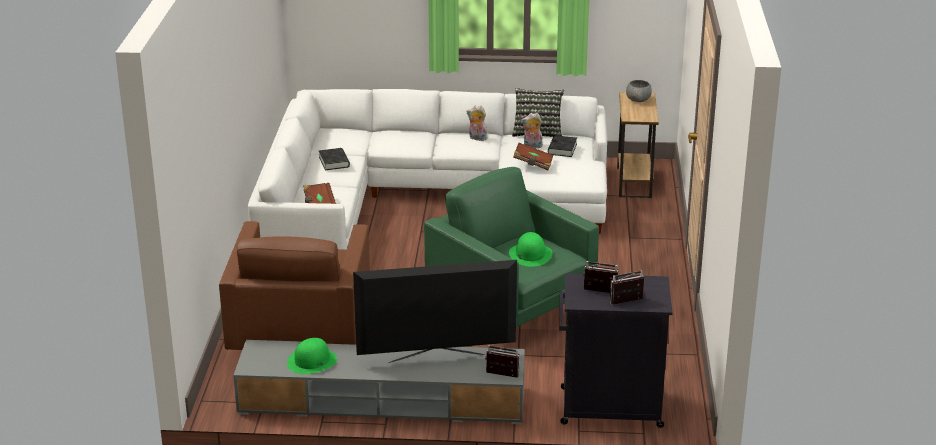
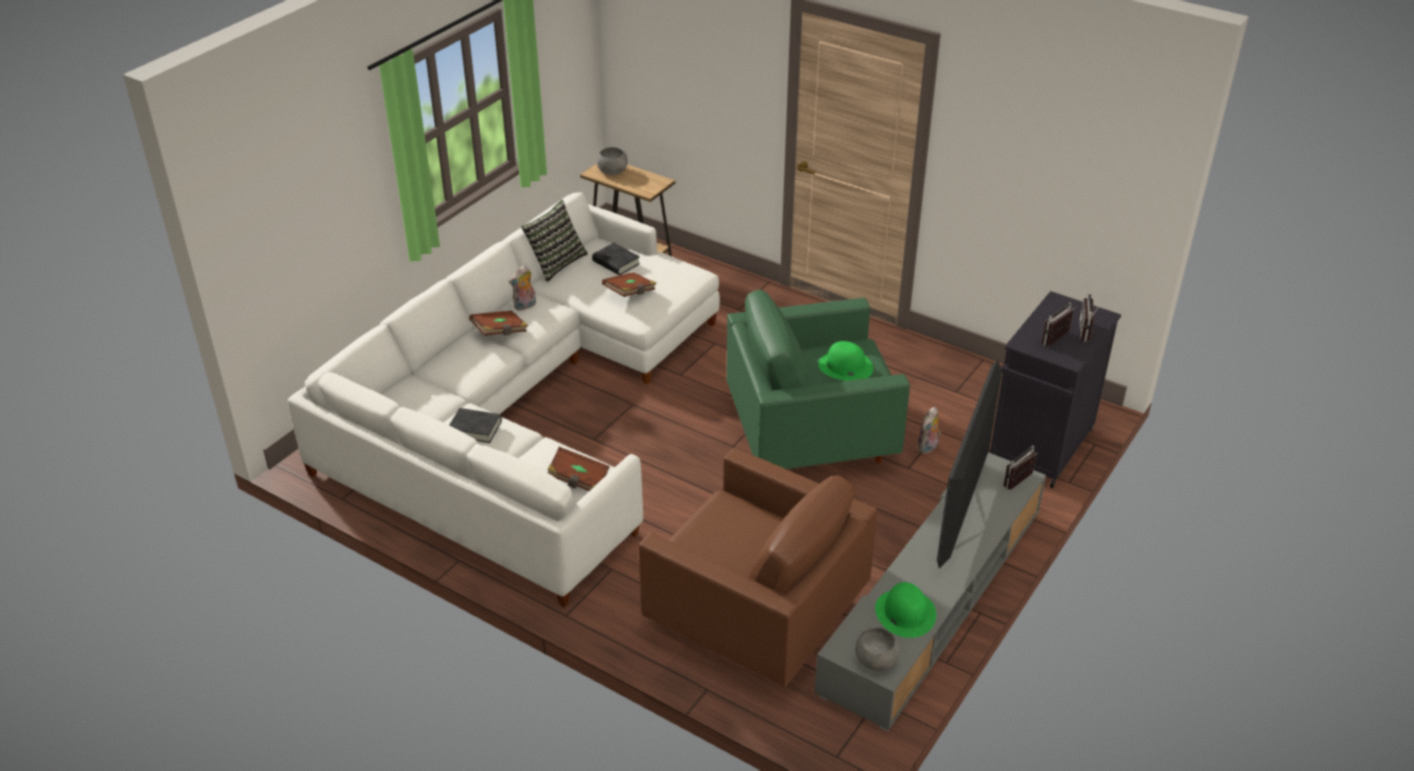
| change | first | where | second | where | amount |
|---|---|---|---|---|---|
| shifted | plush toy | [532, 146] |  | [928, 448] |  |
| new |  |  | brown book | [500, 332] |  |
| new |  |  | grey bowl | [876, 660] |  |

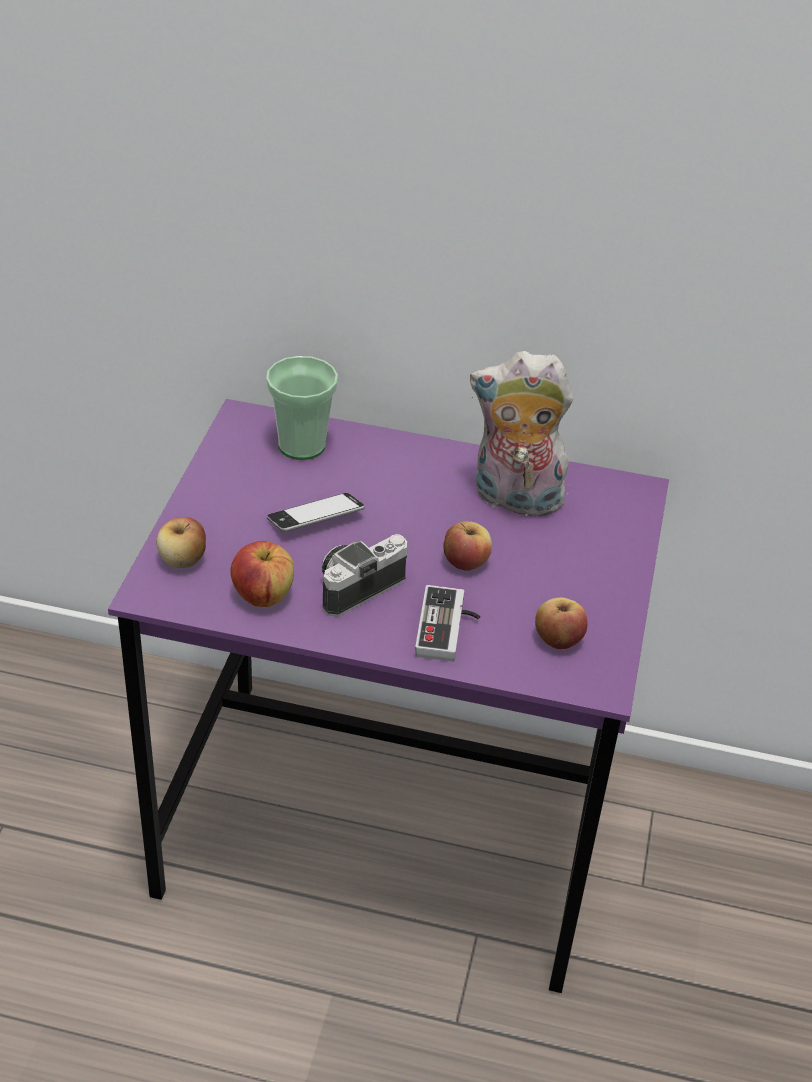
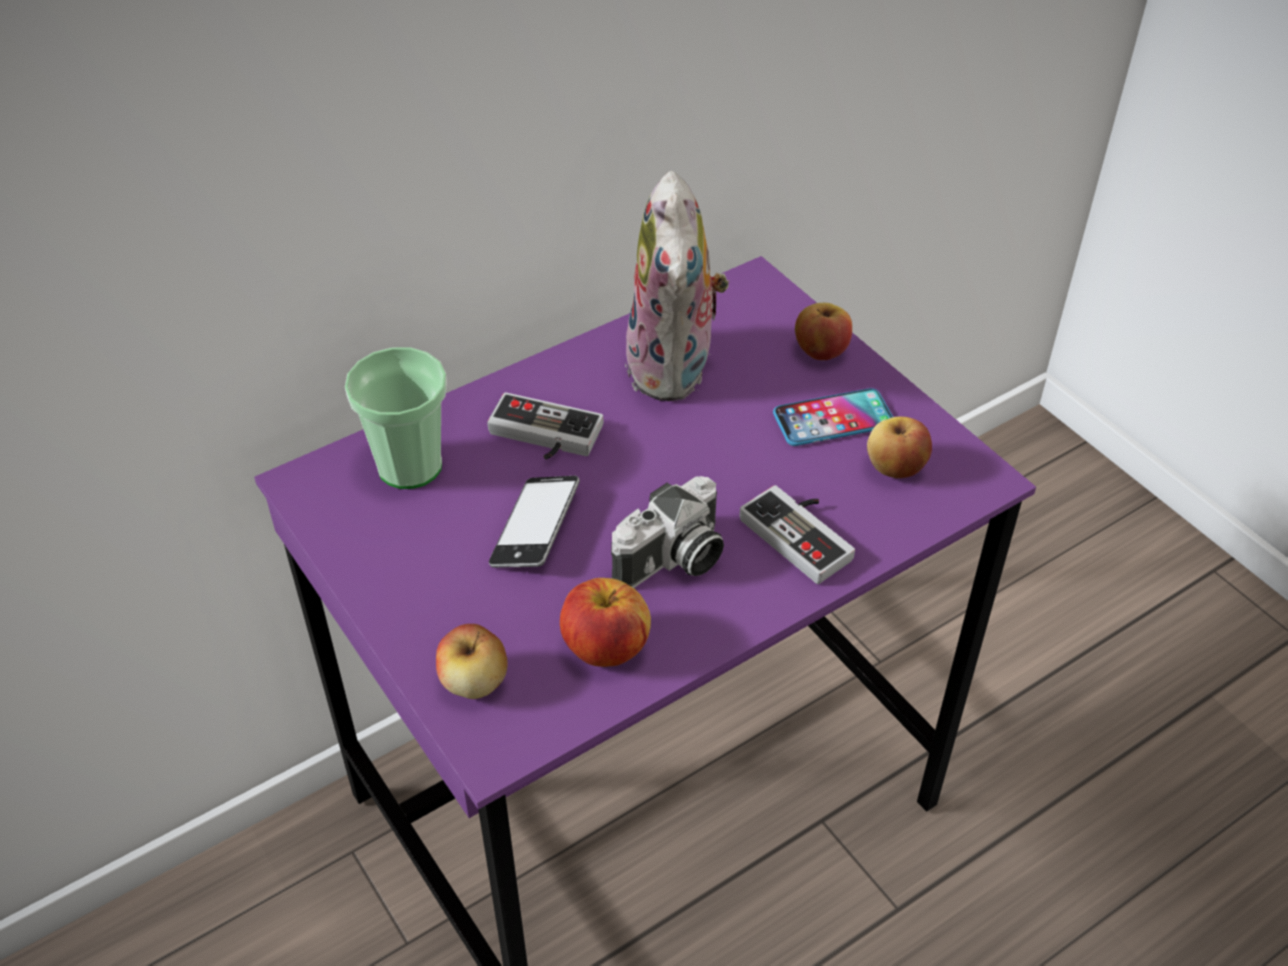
| change | first | where | second | where | amount |
|---|---|---|---|---|---|
| rotated | photo camera | [358, 586] |  | [673, 561] | 135 degrees counterclockwise |
| shifted | apple | [465, 562] |  | [821, 351] |  |
| rotated | plush toy | [514, 500] |  | [675, 369] | 60 degrees counterclockwise |
| new |  |  | game controller | [542, 437] |  |
| new |  |  | phone | [833, 419] |  |

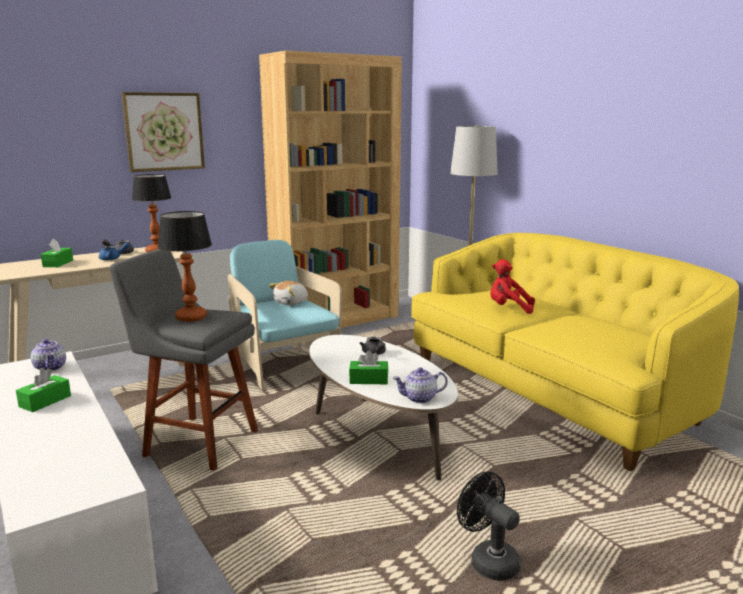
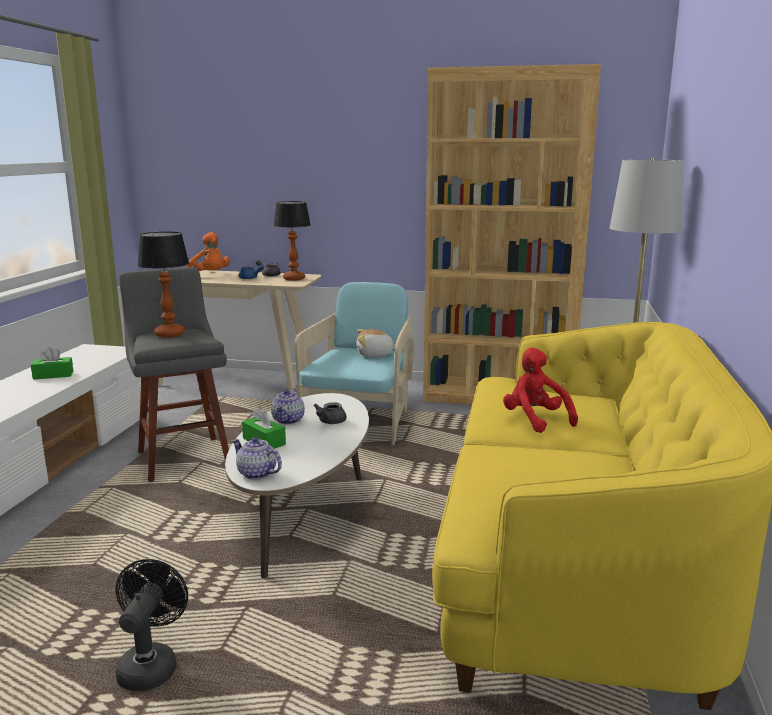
| change | first | where | second | where | amount |
|---|---|---|---|---|---|
| shifted | teapot | [51, 367] |  | [288, 420] |  |
| swapped | green tissue box | [58, 263] | orange plush toy | [210, 275] |  |
| gone | picture | [164, 131] |  |  |  |

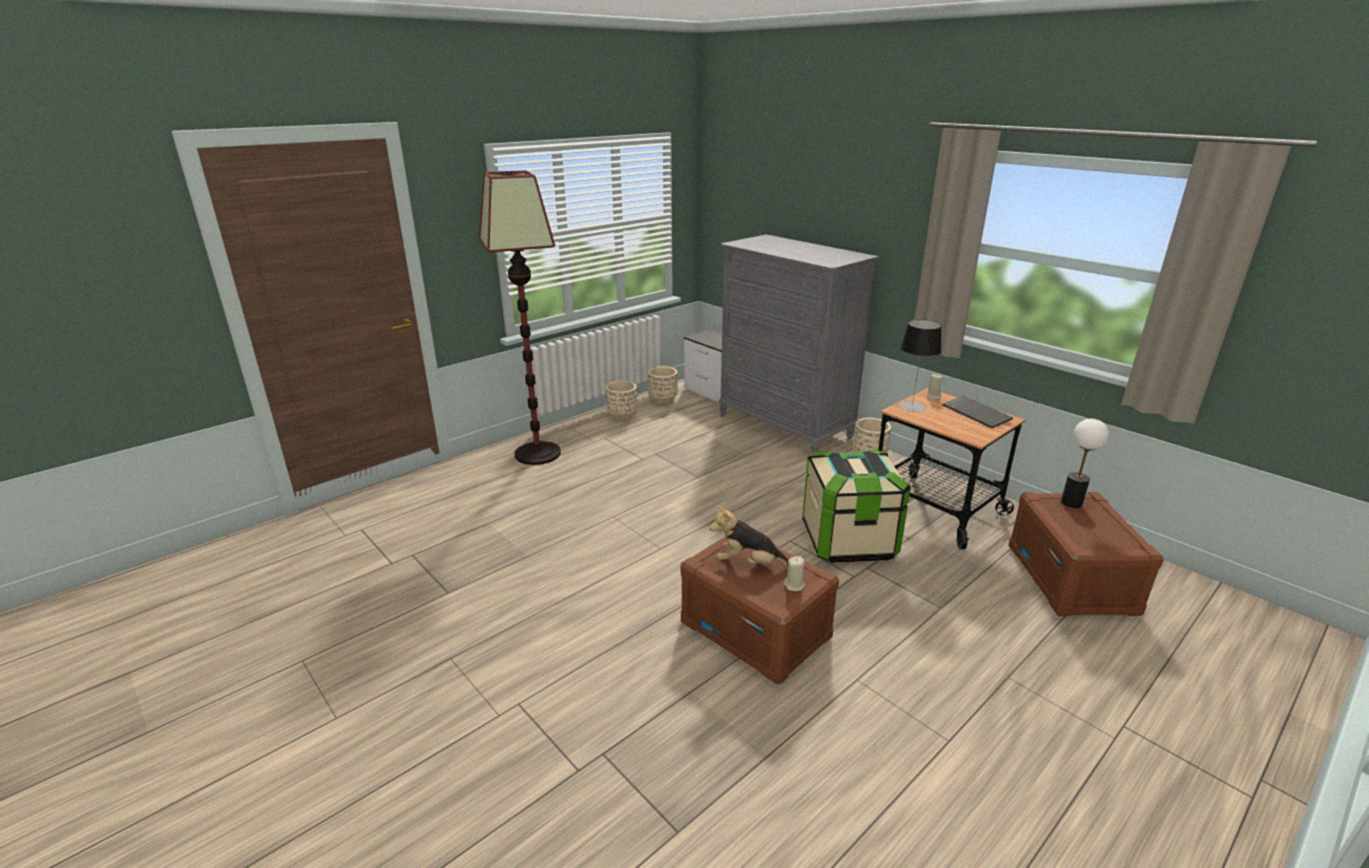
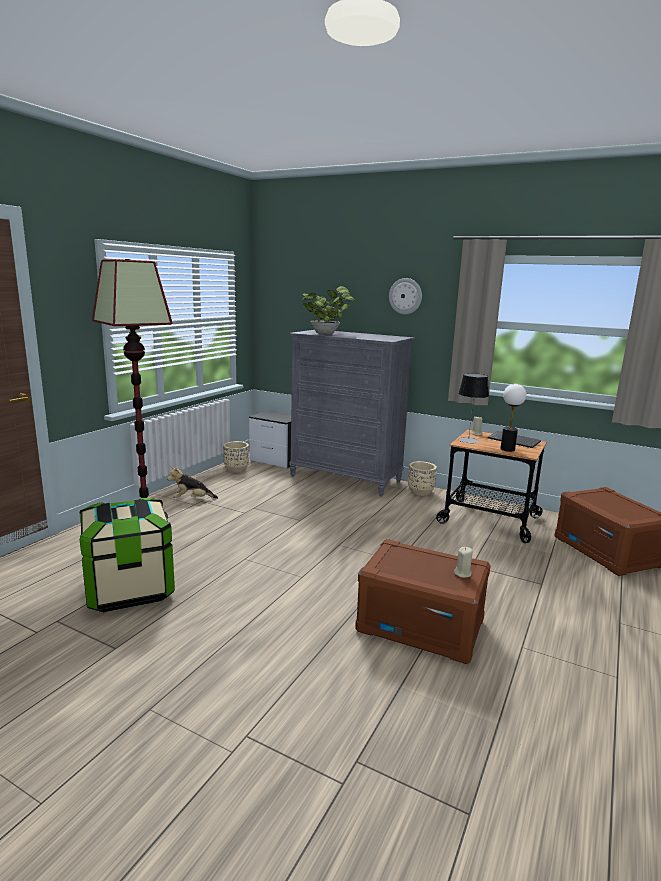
| change | first | where | second | where | amount |
|---|---|---|---|---|---|
| gone | beige planter | [622, 416] |  |  |  |
| shifted | plush toy | [749, 563] |  | [192, 499] |  |
| shifted | storage box | [848, 541] |  | [129, 589] |  |
| shifted | table lamp | [1071, 502] |  | [507, 449] |  |
| new |  |  | potted plant | [327, 333] |  |
| new |  |  | wall clock | [405, 296] |  |

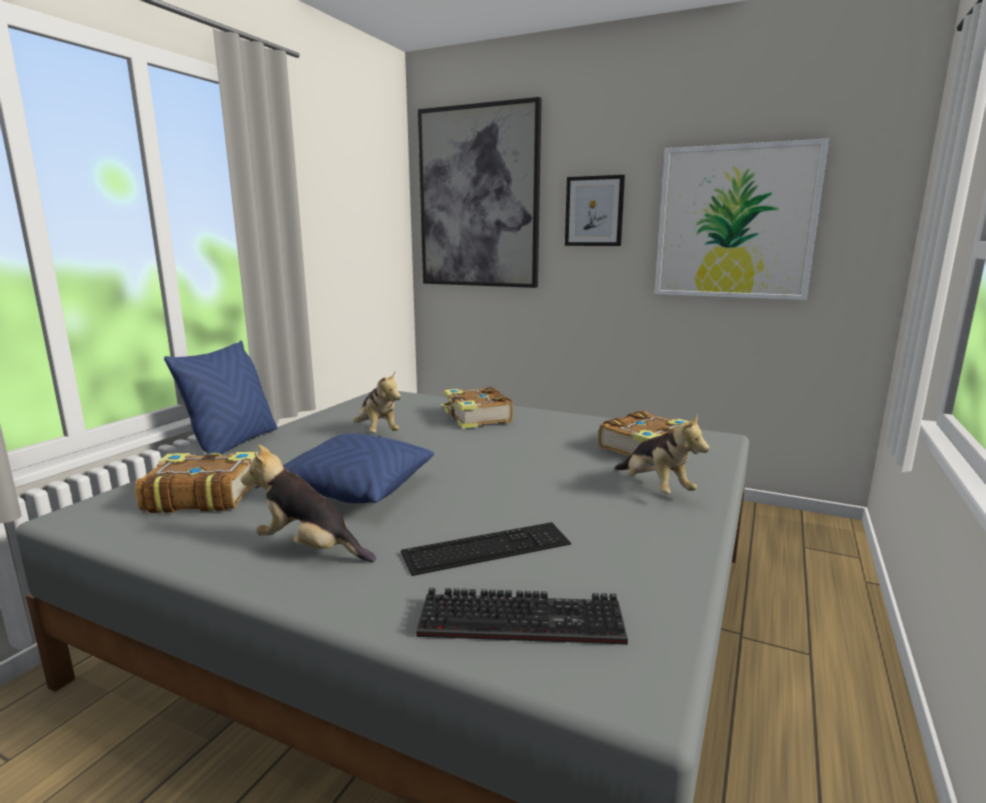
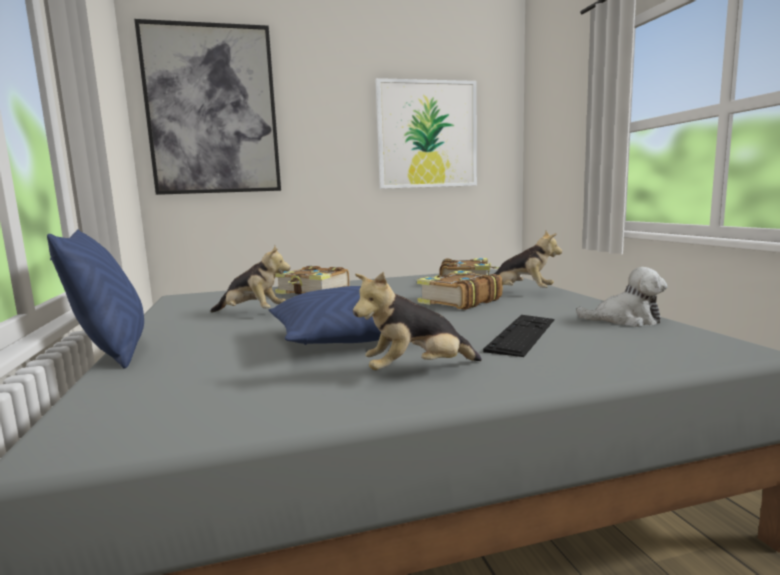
| change | first | where | second | where | amount |
|---|---|---|---|---|---|
| shifted | book | [202, 496] |  | [458, 301] |  |
| gone | keyboard | [524, 619] |  |  |  |
| gone | picture | [594, 211] |  |  |  |
| new |  |  | plush toy | [625, 320] |  |

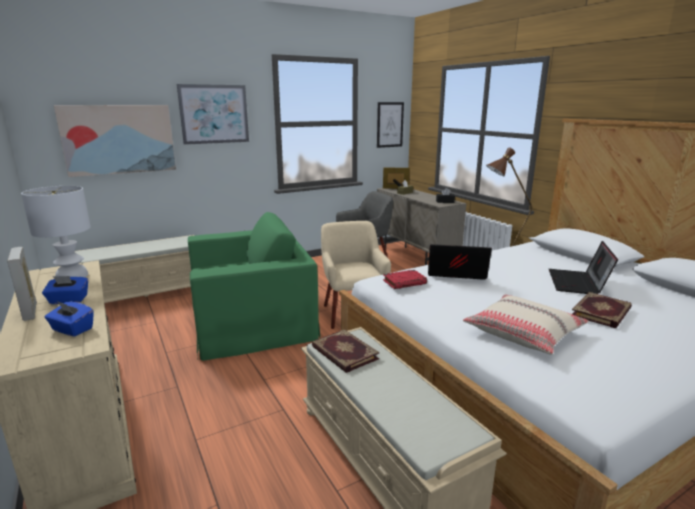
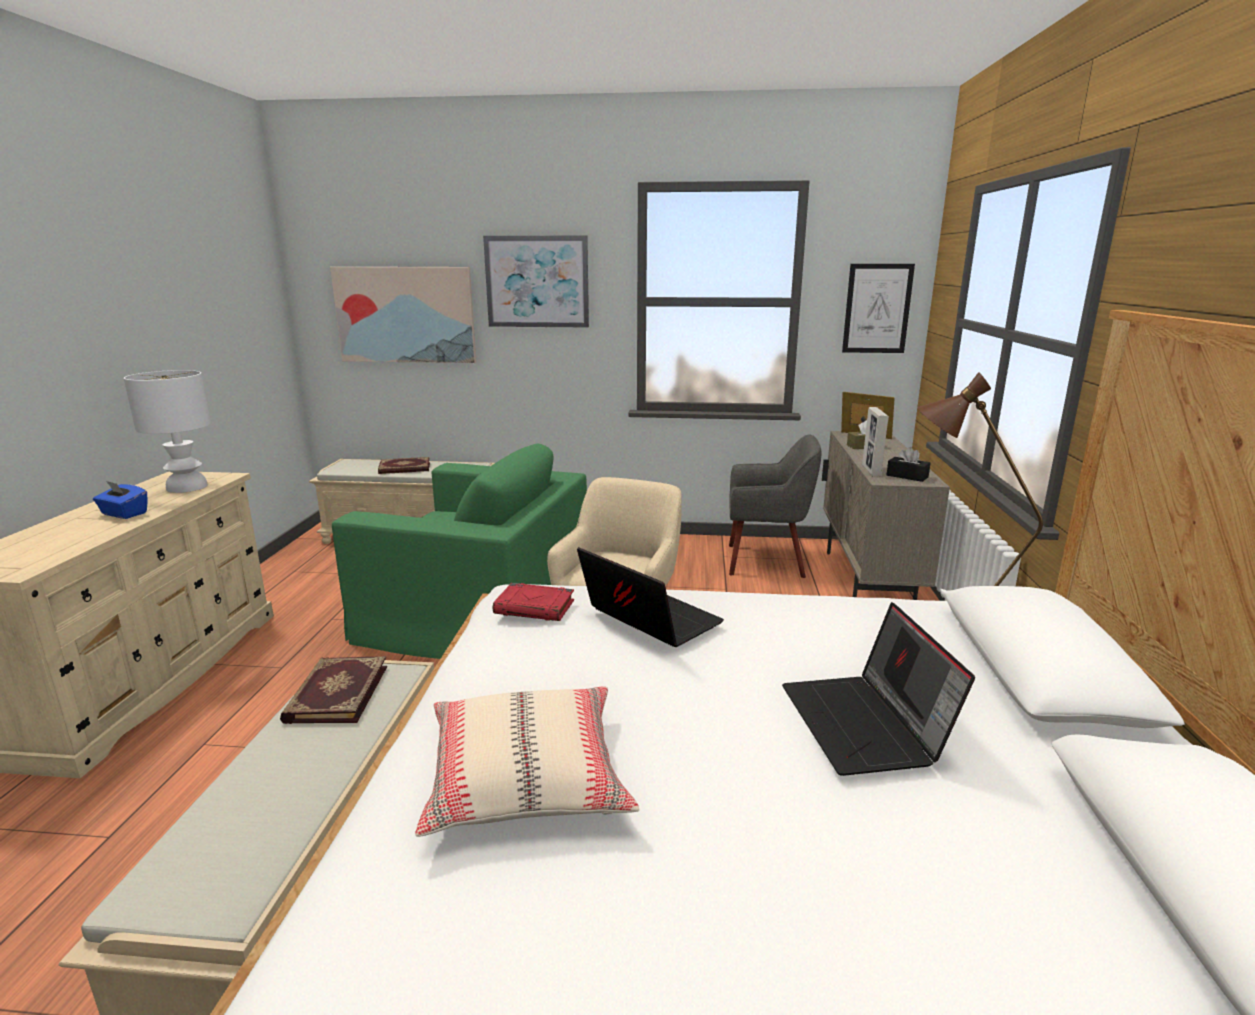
| change | first | where | second | where | amount |
|---|---|---|---|---|---|
| shifted | picture frame | [30, 312] |  | [871, 471] |  |
| gone | blue tissue box | [72, 329] |  |  |  |
| rotated | laptop | [578, 283] |  | [866, 725] | 60 degrees counterclockwise |
| shifted | book | [602, 312] |  | [404, 468] |  |

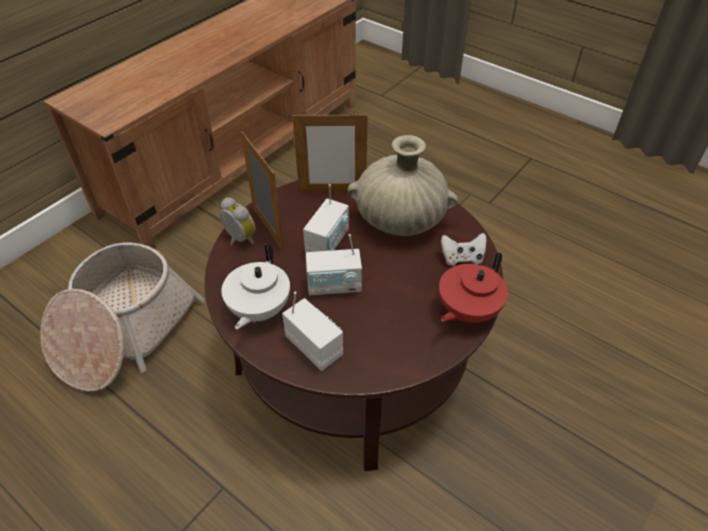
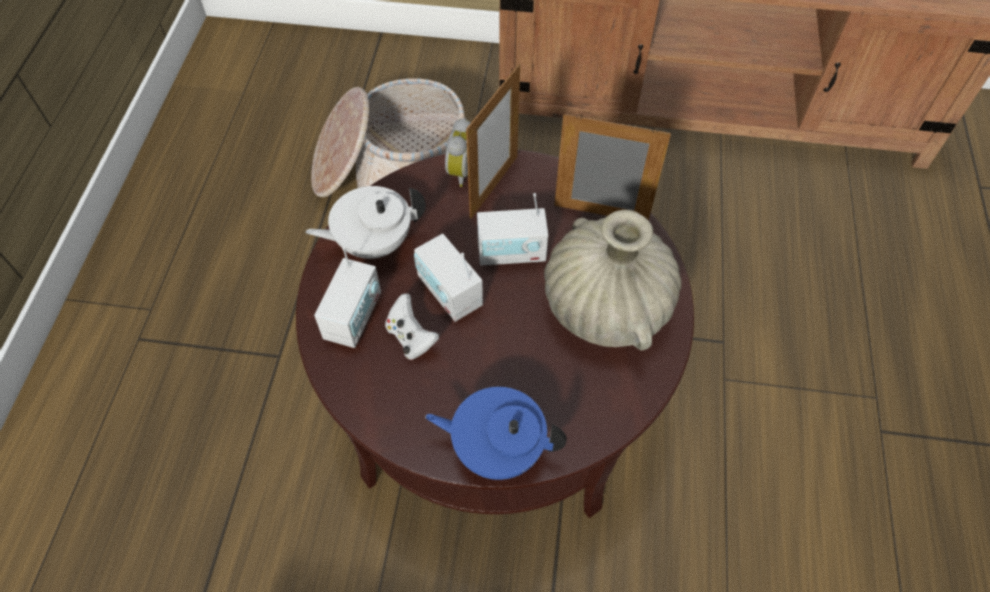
| change | first | where | second | where | amount |
|---|---|---|---|---|---|
| rotated | picture frame | [332, 191] |  | [600, 214] | 135 degrees clockwise |
| repainted | red teapot | [467, 311] | blue teapot | [497, 448] |  |
| shifted | white game controller | [462, 258] |  | [411, 337] |  |

